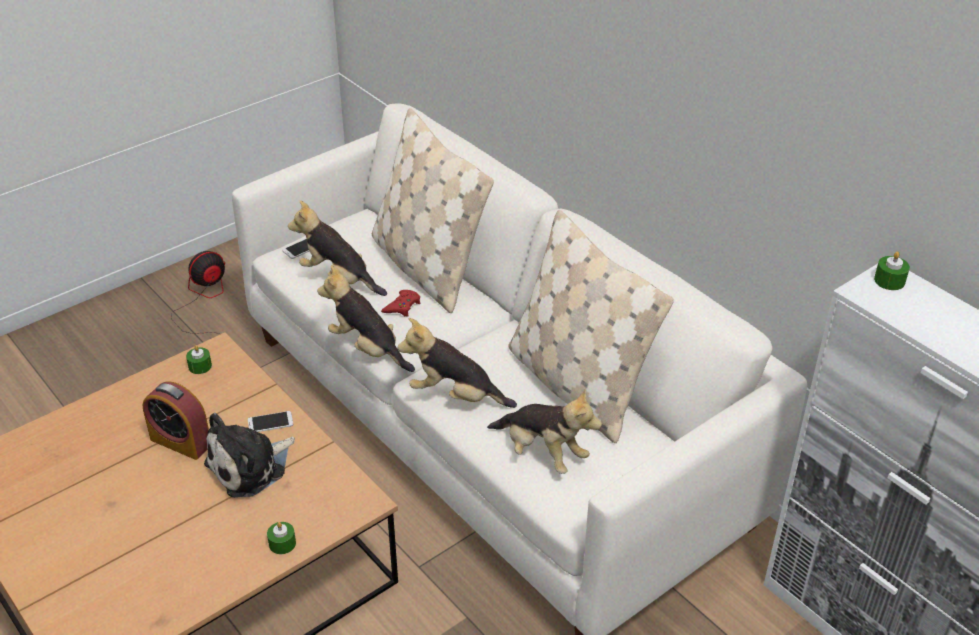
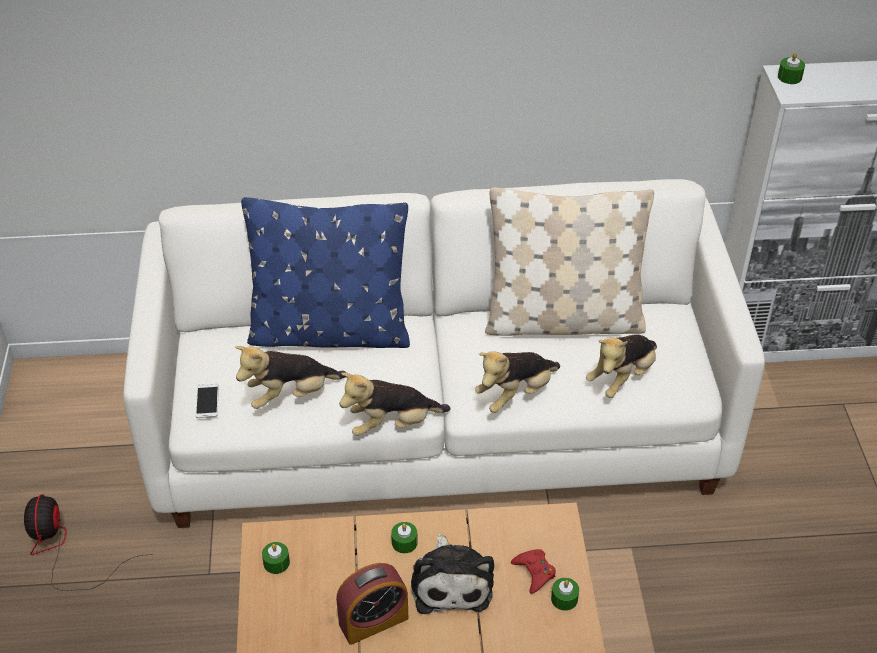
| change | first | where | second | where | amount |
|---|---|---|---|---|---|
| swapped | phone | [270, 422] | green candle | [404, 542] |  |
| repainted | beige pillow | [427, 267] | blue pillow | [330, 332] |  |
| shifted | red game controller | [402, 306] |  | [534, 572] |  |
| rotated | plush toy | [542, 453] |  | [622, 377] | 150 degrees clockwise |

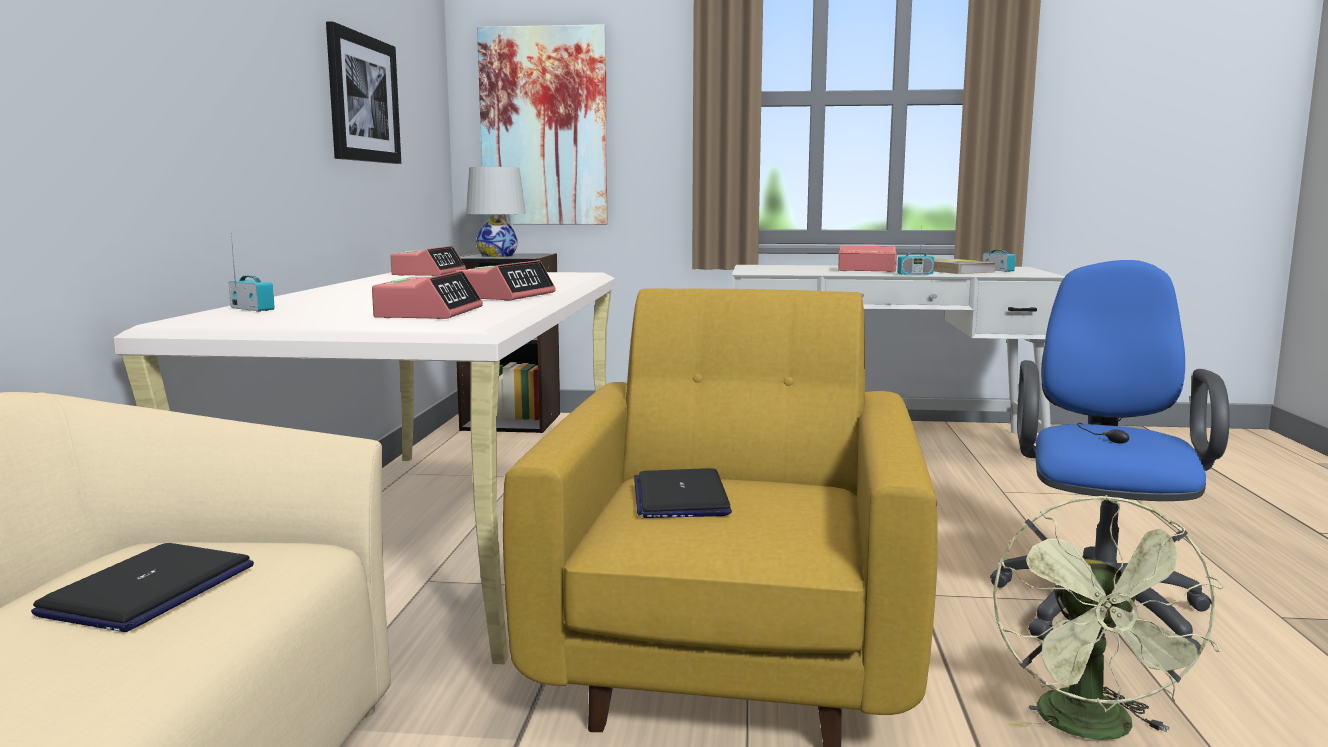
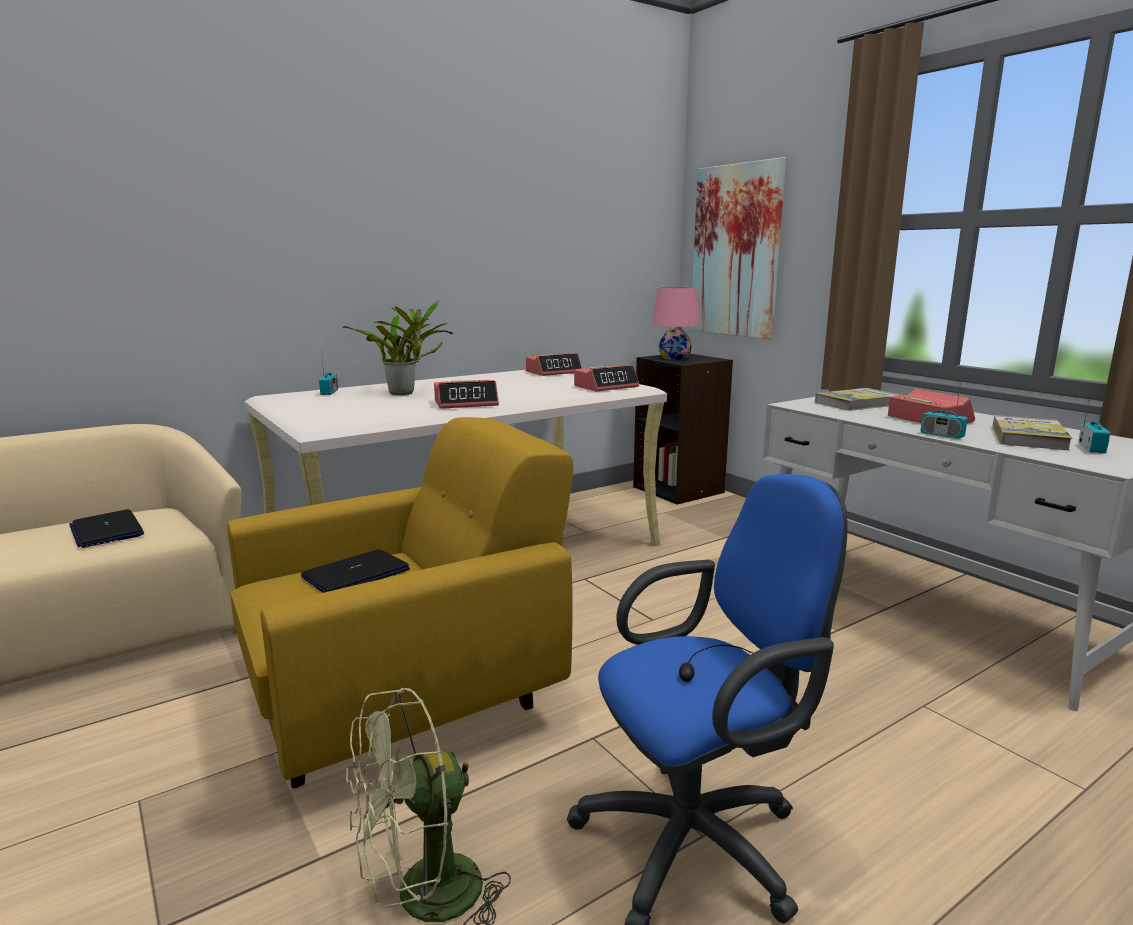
| change | first | where | second | where | amount |
|---|---|---|---|---|---|
| rotated | laptop | [149, 590] |  | [106, 530] | 75 degrees clockwise |
| gone | picture | [362, 99] |  |  |  |
| shifted | alarm clock | [429, 313] |  | [606, 387] |  |
| repainted | white table lamp | [497, 255] | pink table lamp | [674, 358] |  |
| new |  |  | potted plant | [405, 393] |  |
| new |  |  | book | [857, 403] |  |

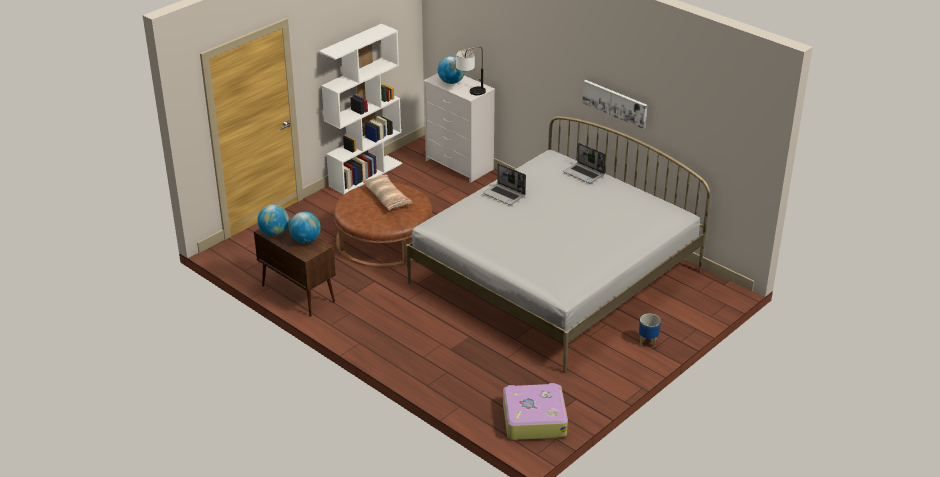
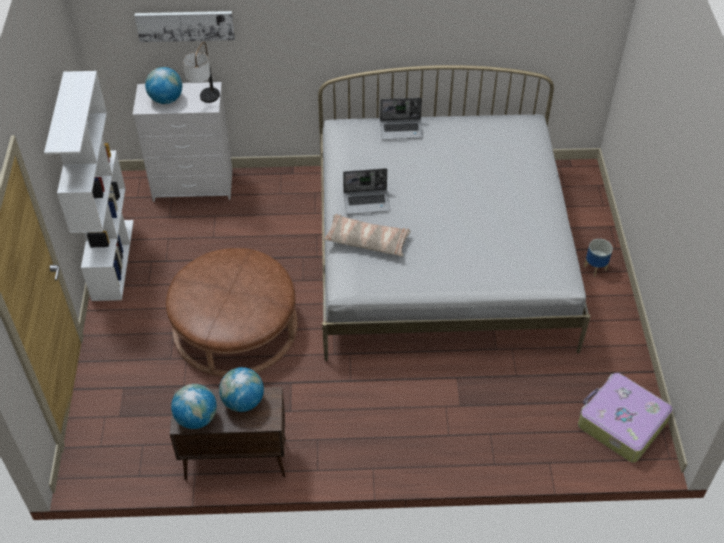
| change | first | where | second | where | amount |
|---|---|---|---|---|---|
| shifted | pillow | [387, 197] |  | [367, 241] |  |
| shifted | picture | [615, 103] |  | [185, 25] |  |

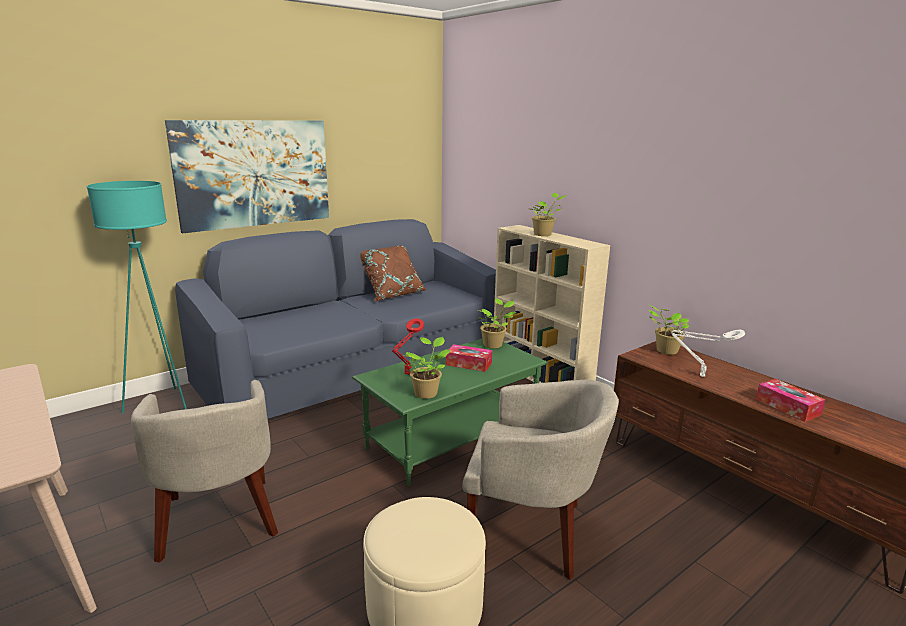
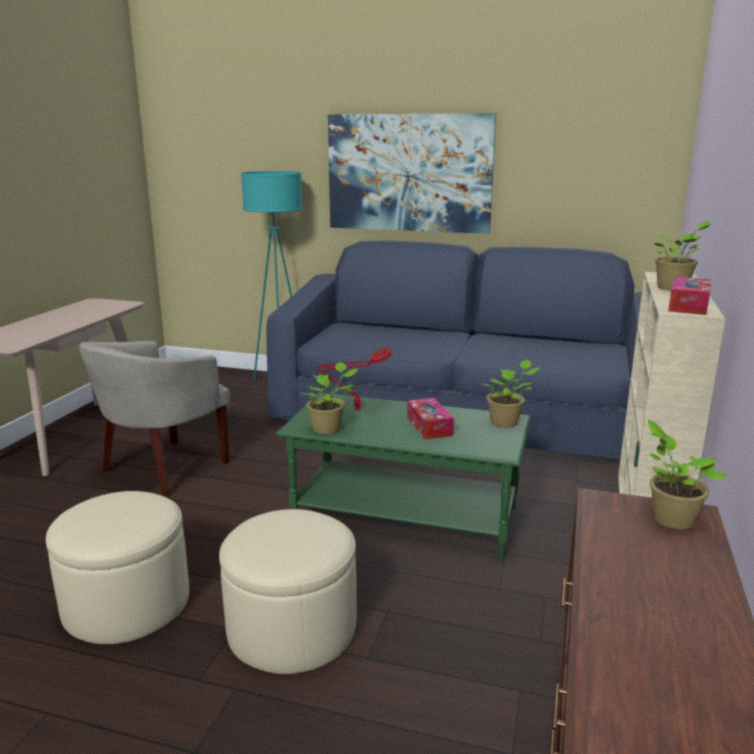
| change | first | where | second | where | amount |
|---|---|---|---|---|---|
| gone | brown pillow | [392, 294] |  |  |  |
| swapped | beige armchair | [531, 532] | beige ottoman | [292, 628] |  |
| gone | white table lamp | [699, 375] |  |  |  |
| shifted | tissue box | [787, 407] |  | [688, 306] |  |

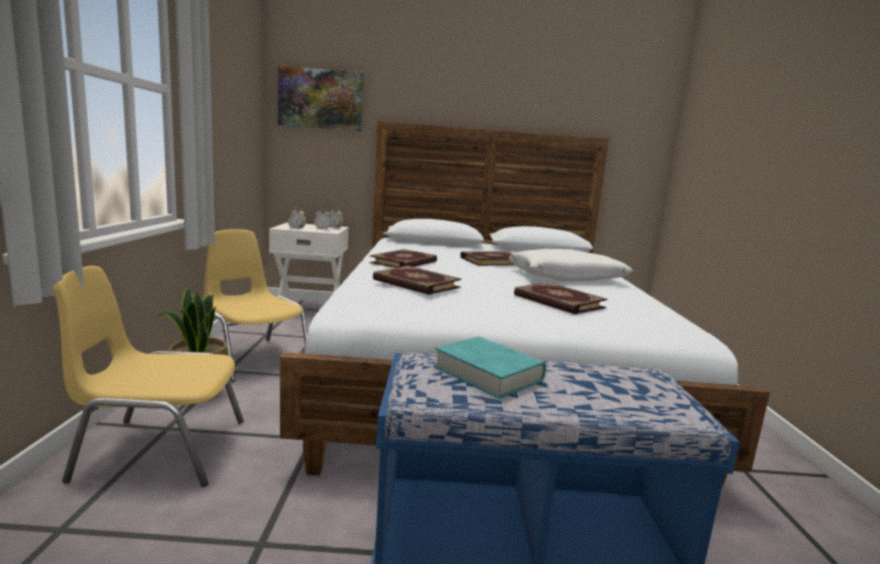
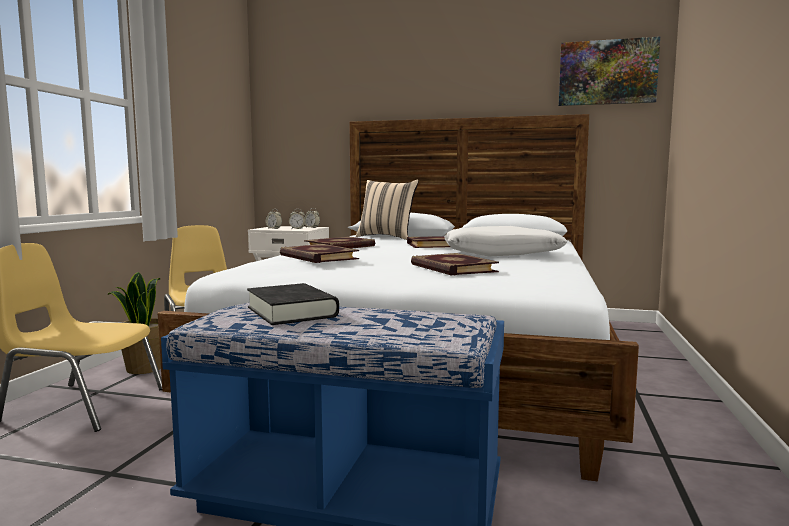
| change | first | where | second | where | amount |
|---|---|---|---|---|---|
| shifted | picture | [321, 99] |  | [607, 72] |  |
| repainted | turquoise book | [488, 374] | black book | [291, 312] |  |
| new |  |  | beige pillow | [387, 237] |  |

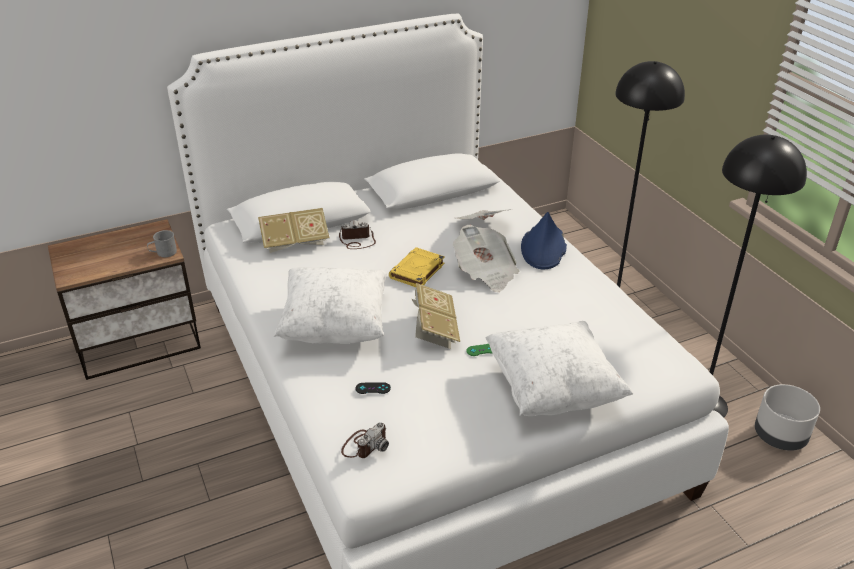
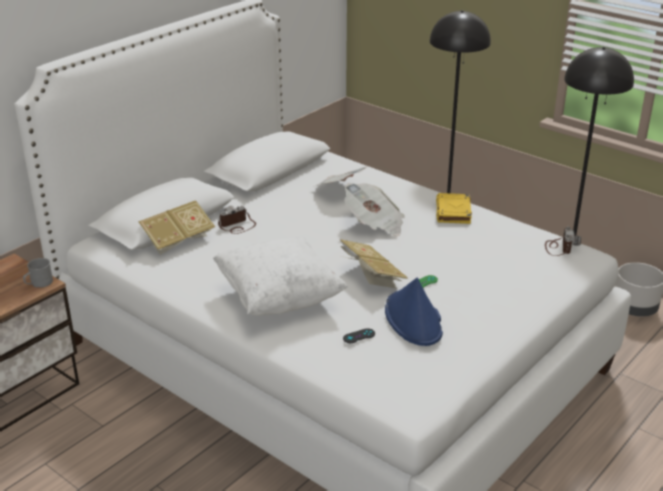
| change | first | where | second | where | amount |
|---|---|---|---|---|---|
| shifted | photo camera | [365, 445] |  | [559, 247] |  |
| shifted | yellow book | [417, 271] |  | [453, 212] |  |
| gone | white pillow | [552, 390] |  |  |  |
| shifted | blue hat | [543, 248] |  | [413, 319] |  |

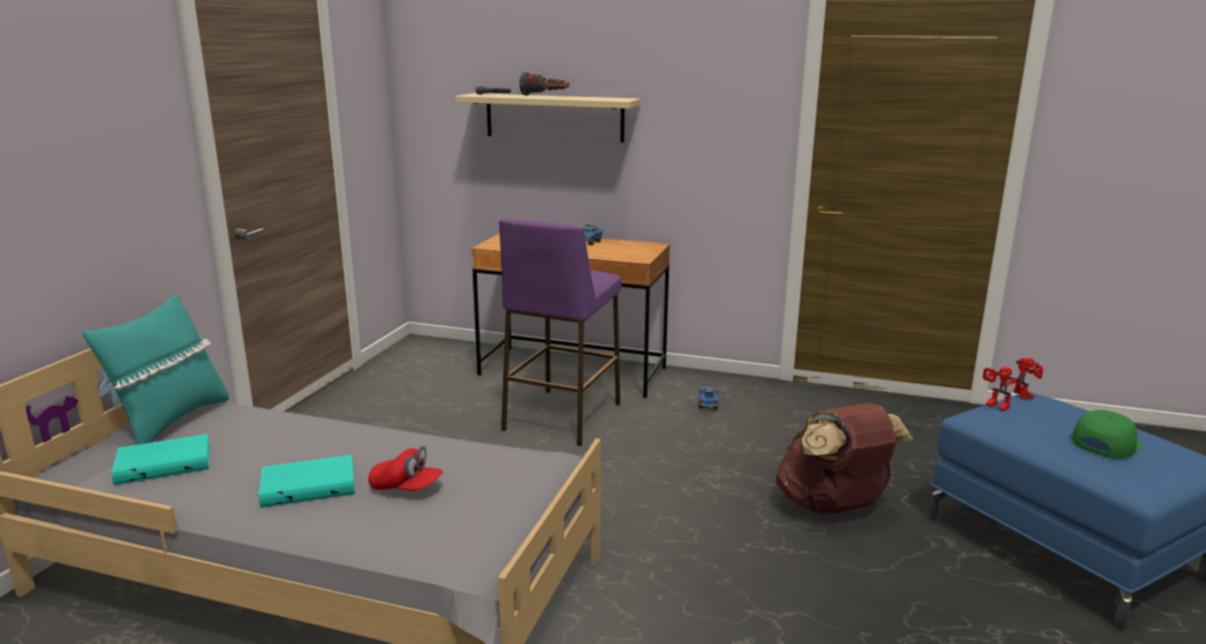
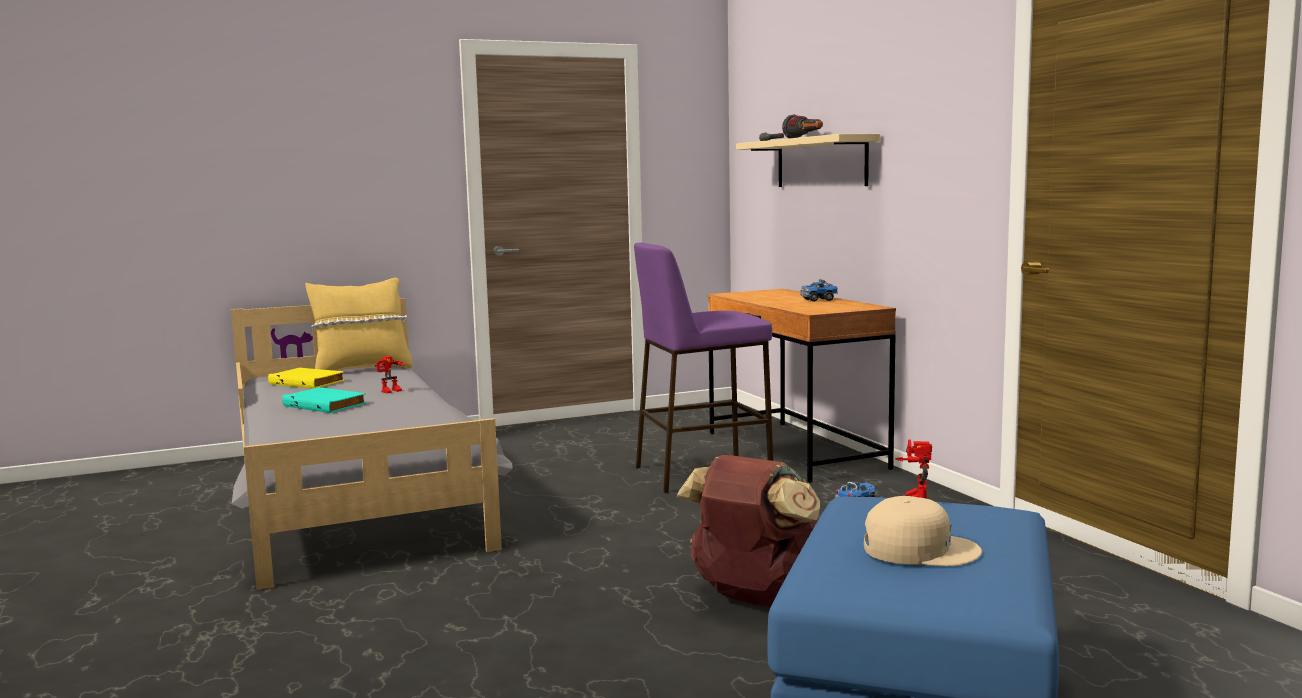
| change | first | where | second | where | amount |
|---|---|---|---|---|---|
| repainted | turquoise pillow | [171, 421] | yellow pillow | [362, 369] |  |
| repainted | turquoise book | [165, 463] | yellow book | [308, 382] |  |
| gone | red cap | [406, 488] |  |  |  |
| shifted | toy robot | [1026, 395] |  | [391, 392] |  |
| repainted | green cap | [1104, 442] | beige cap | [919, 549] |  |

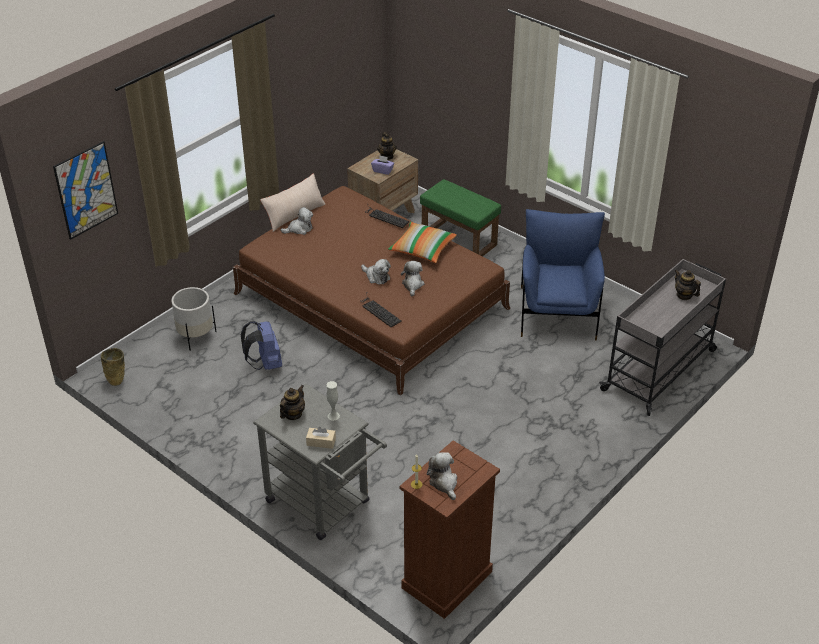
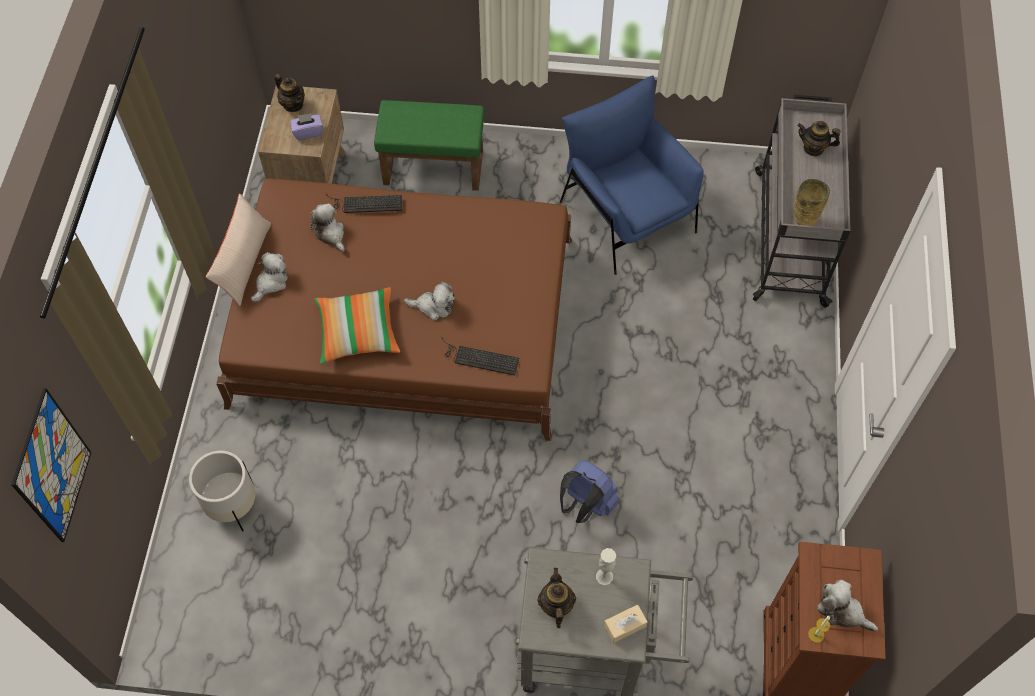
| change | first | where | second | where | amount |
|---|---|---|---|---|---|
| shifted | beige vase | [117, 381] |  | [804, 220] |  |
| shifted | blue backpack | [265, 364] |  | [585, 504] |  |
| shifted | pillow | [422, 249] |  | [357, 332] |  |
| shifted | plush toy | [412, 285] |  | [330, 234] |  |

